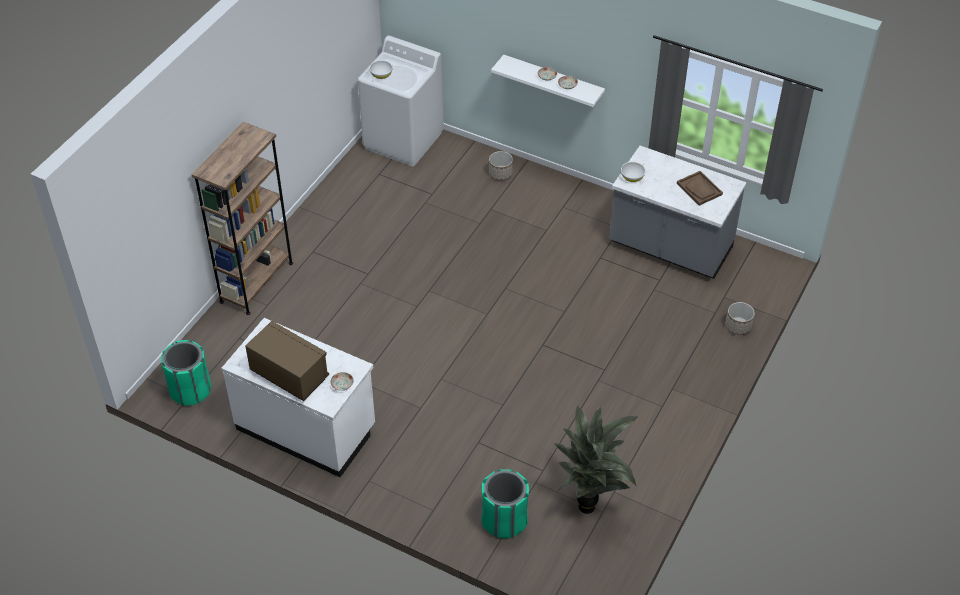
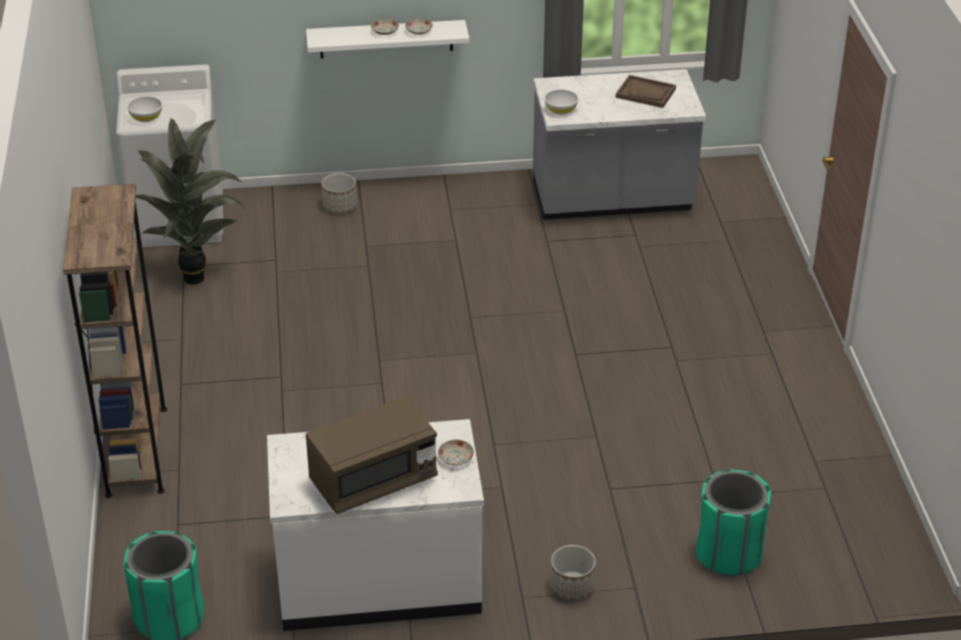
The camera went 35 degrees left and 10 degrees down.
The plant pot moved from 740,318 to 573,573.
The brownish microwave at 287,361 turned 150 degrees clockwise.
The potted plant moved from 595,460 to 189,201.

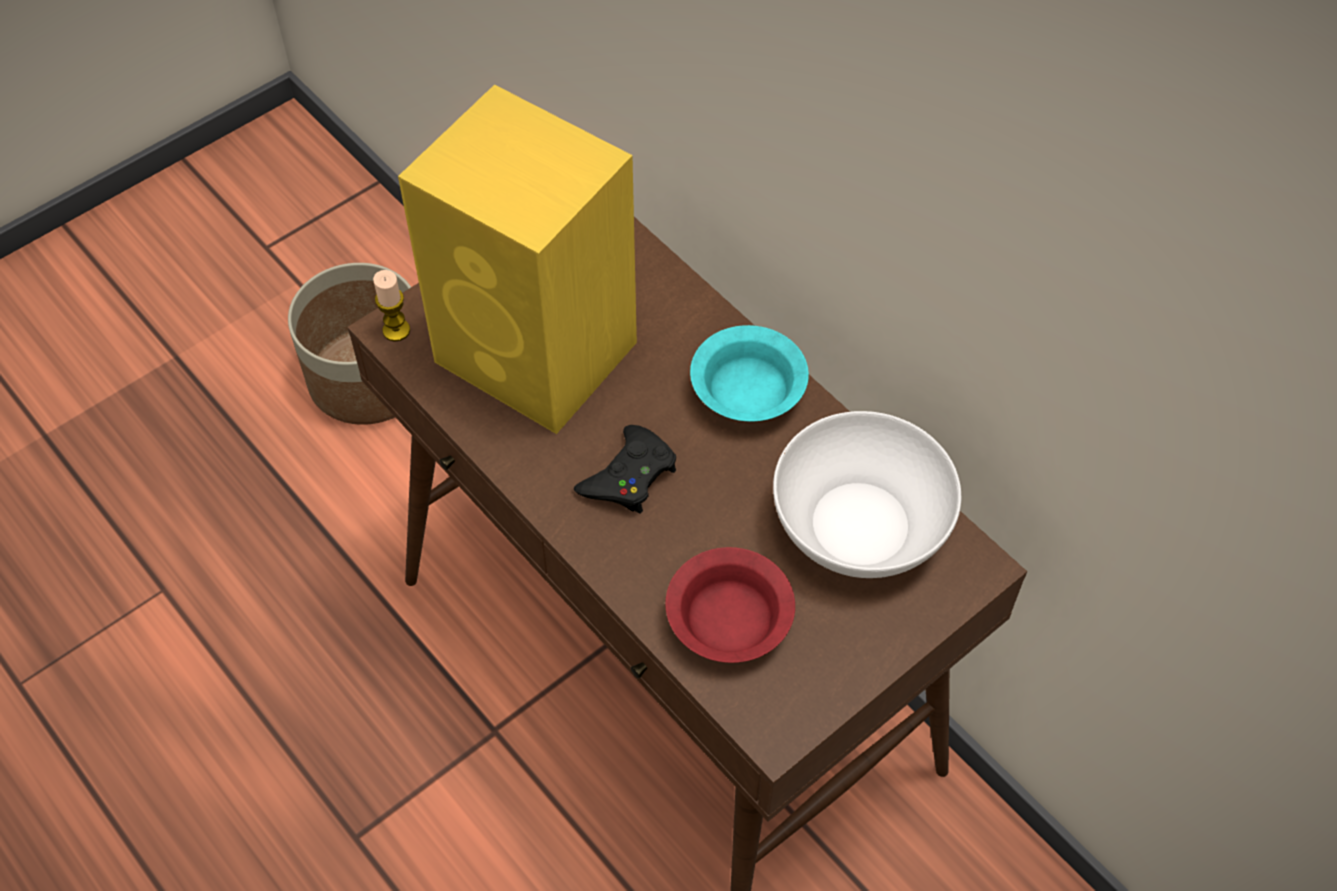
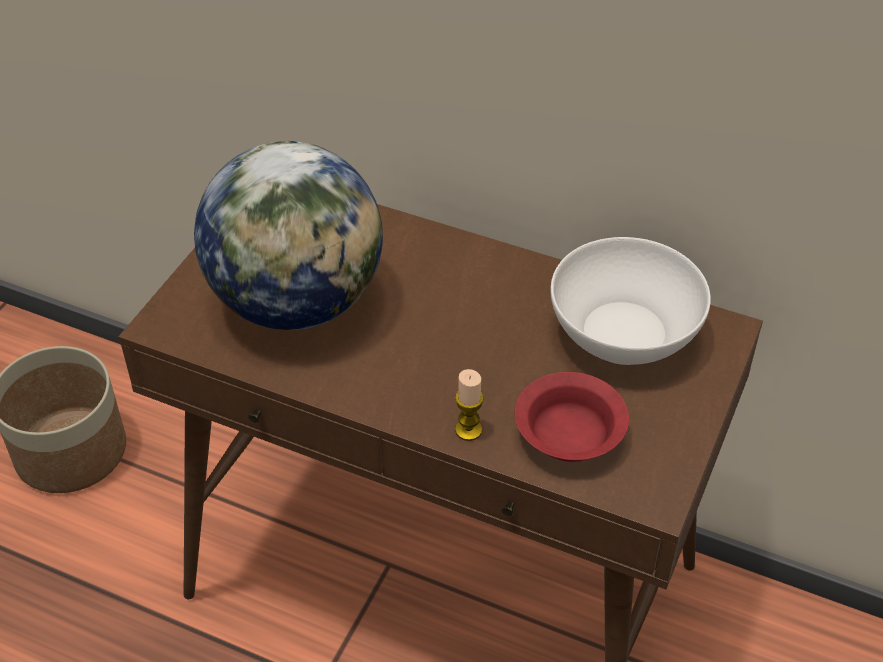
The camera went 25 degrees left and 10 degrees down.
The yellowish audio speaker at 517,259 was replaced by the world globe at 288,235.
The wax candle moved from 391,306 to 469,405.
The blue-green deep dish at 749,373 disappeared.
The black-coloured gamepad at 625,469 disappeared.

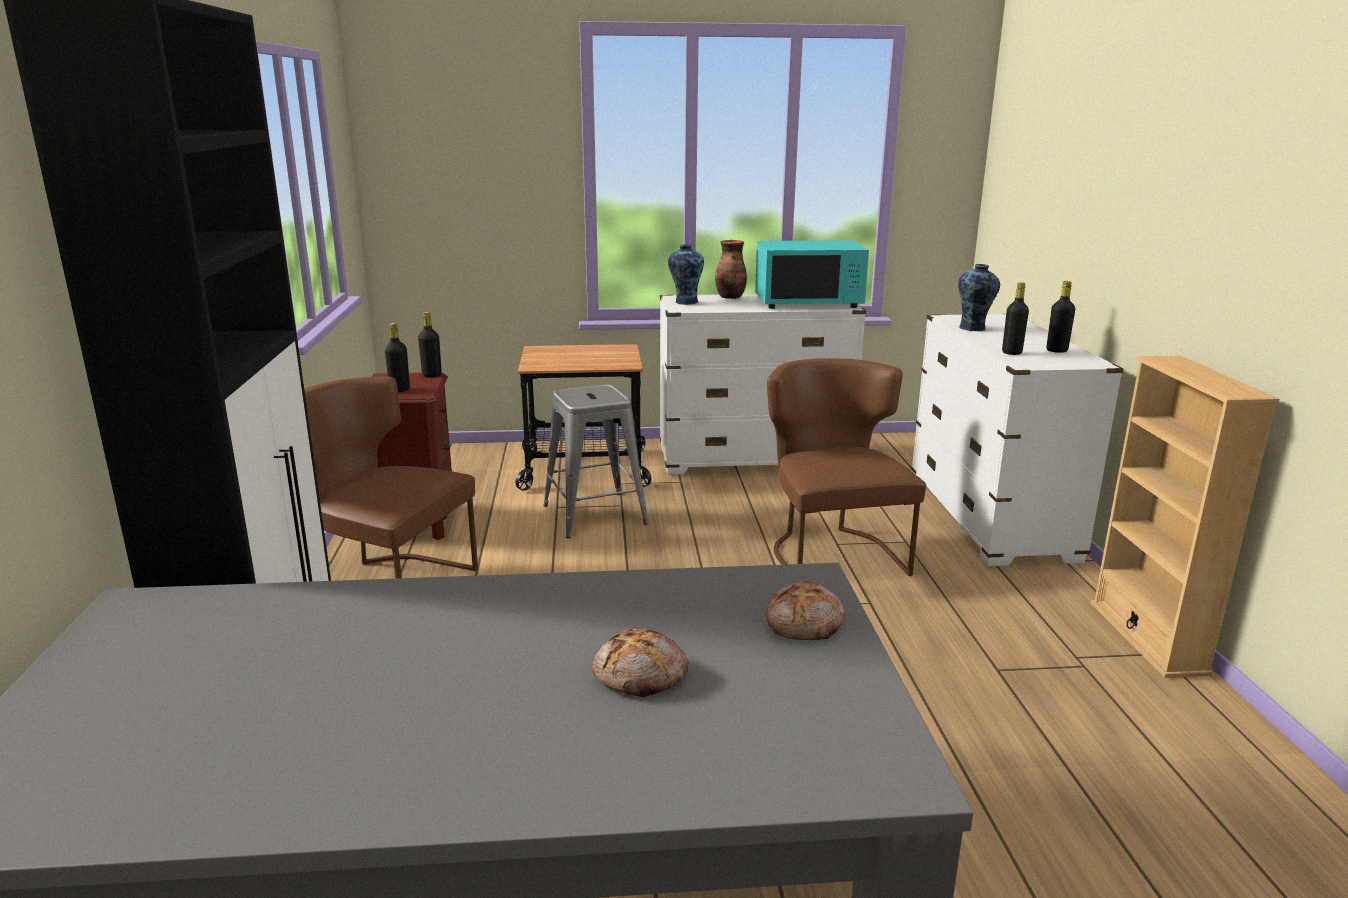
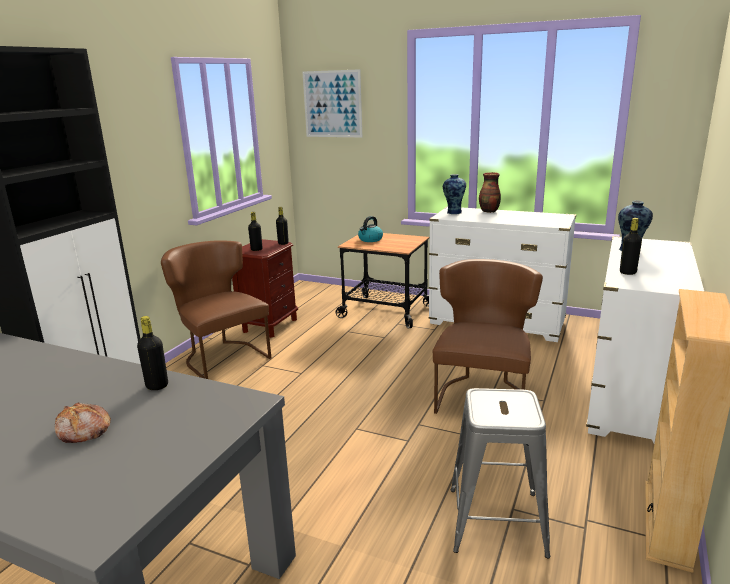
The camera went 30 degrees right and 0 degrees up.
The blue-green microwave at 812,274 disappeared.
The black-coloured bottle moved from 1060,317 to 152,353.
The greyish stool moved from 595,461 to 500,473.
The baked bread at 805,610 disappeared.
The picture at 332,103 appeared.
The tea kettle at 370,229 appeared.

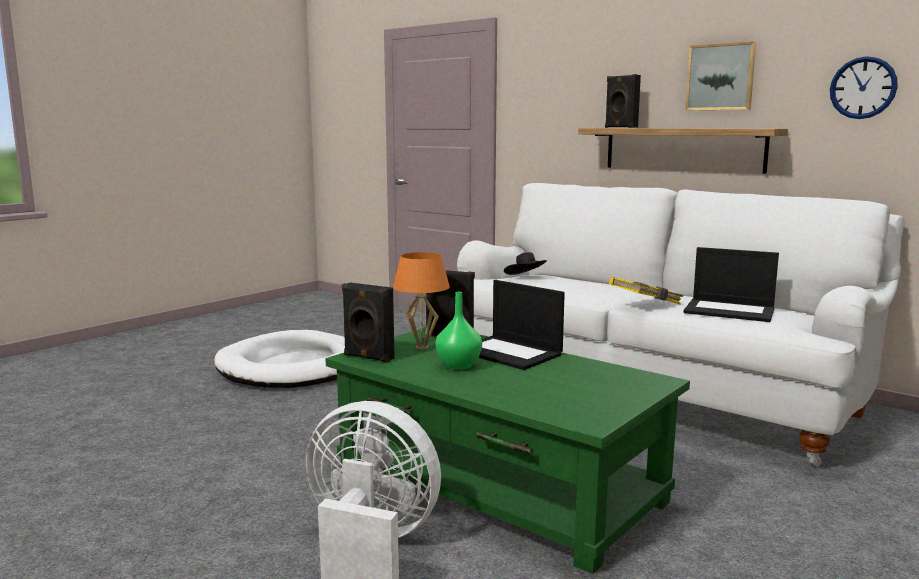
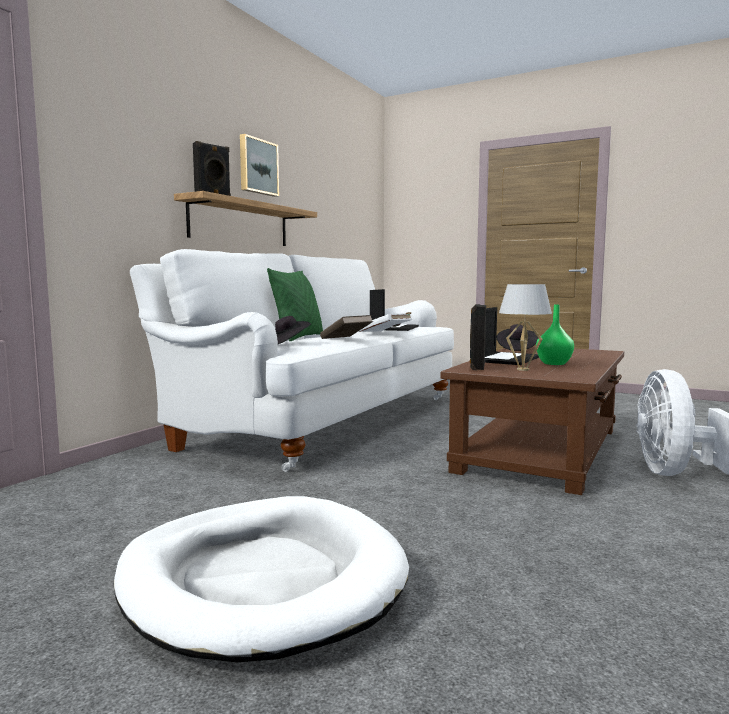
The camera went 100 degrees left and 5 degrees down.
The wall clock at 864,87 disappeared.
The orange-coloured tabletop lamp at 421,301 became the white tabletop lamp at 525,327.
The yellowish bound book at 646,291 became the white bound book at 385,322.
The black-coloured audio speaker at 368,323 disappeared.
The green low table at 507,450 became the brownish low table at 532,420.
The green pillow at 295,304 appeared.
The brownish bound book at 346,327 appeared.
The black-coloured clothing hat at 517,337 appeared.

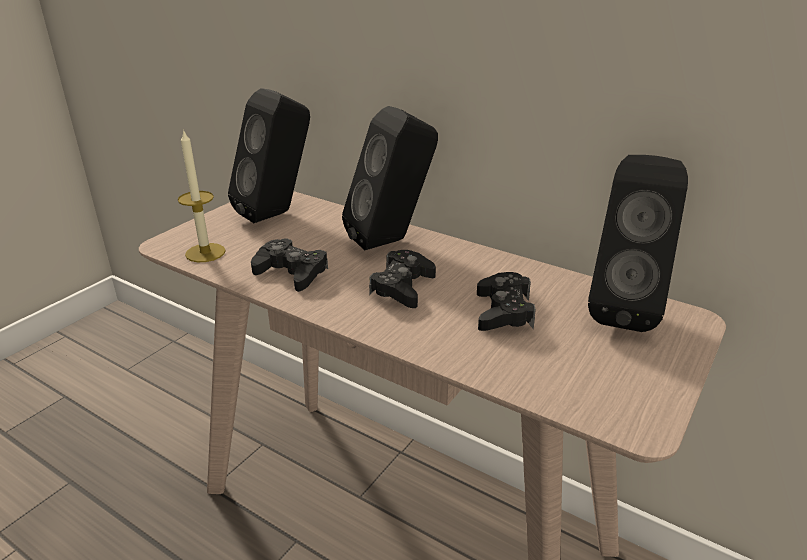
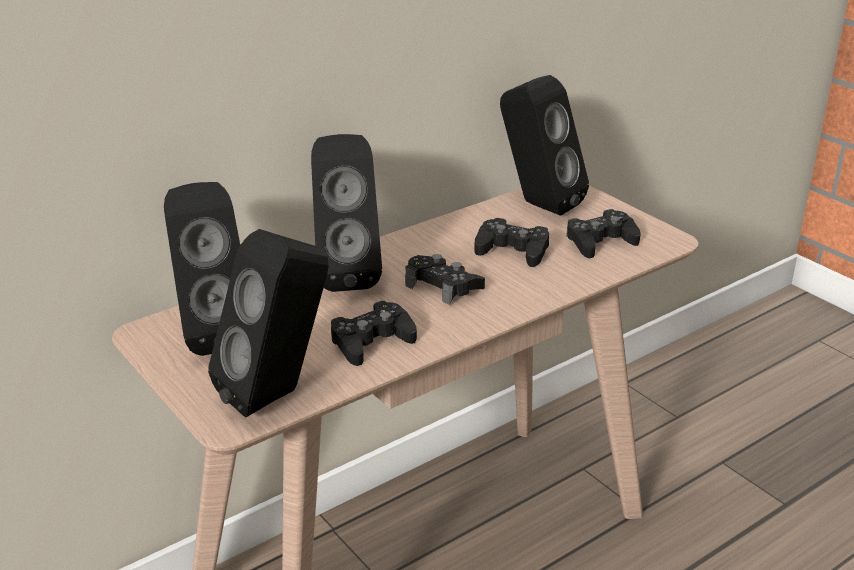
The camera went 70 degrees left and 0 degrees up.
The wax candle at 202,195 was replaced by the black-coloured audio speaker at 268,323.
The black-coloured gamepad at 603,234 appeared.

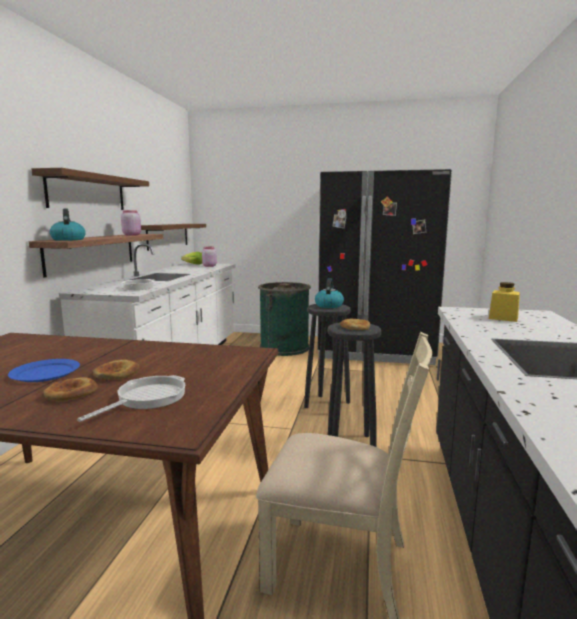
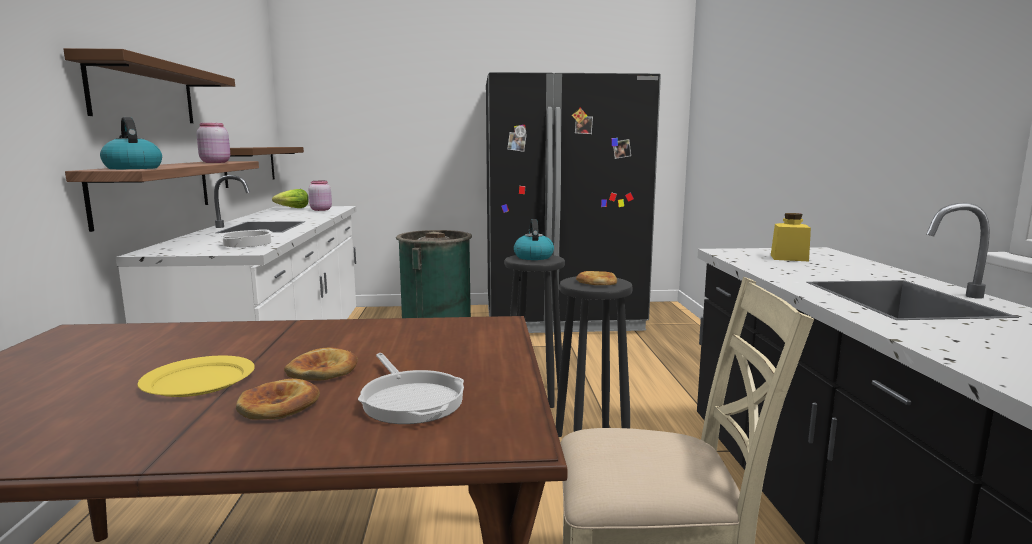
The camera went 15 degrees left and 0 degrees up.
The blue-coloured flat dish at 44,370 became the yellowish flat dish at 196,376.
The frying pan at 131,398 turned 135 degrees clockwise.

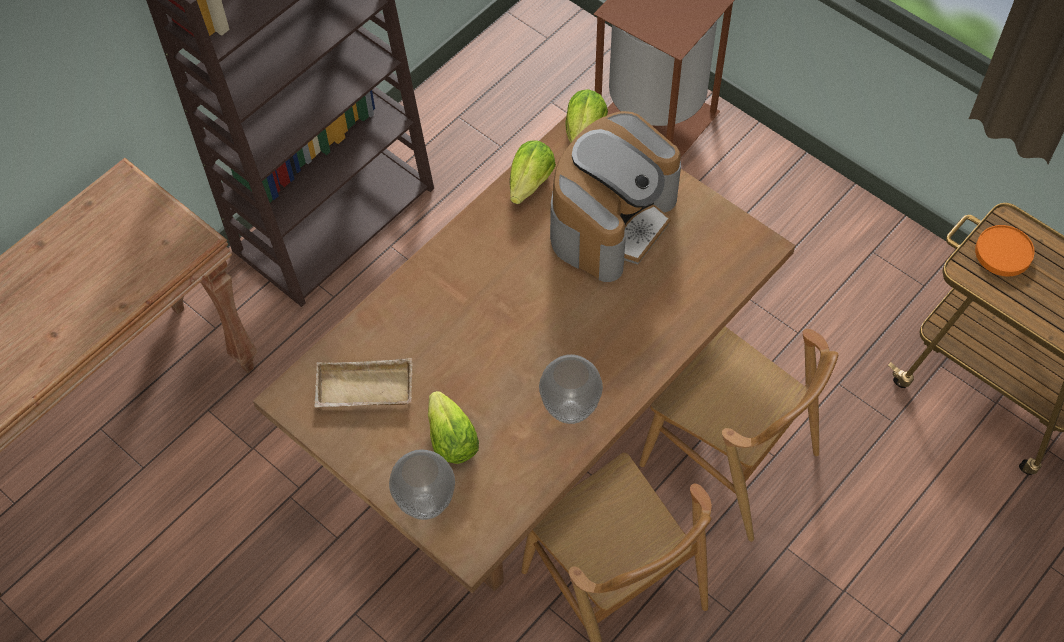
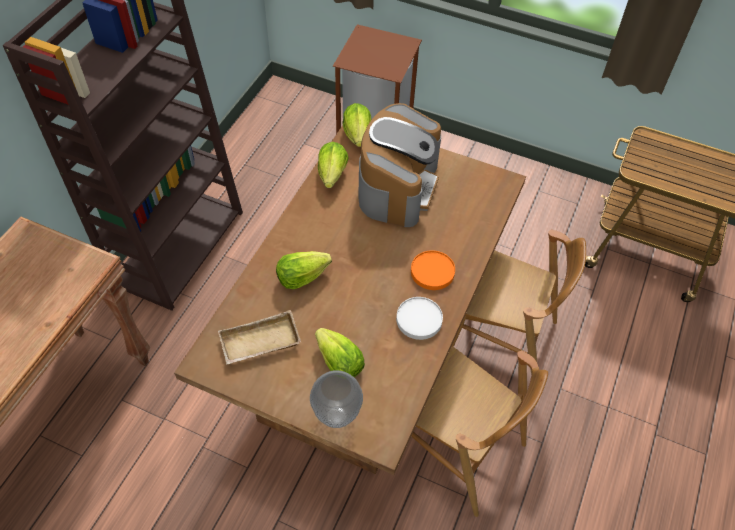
The camera went 20 degrees left and 5 degrees down.
The orange-coloured flat dish moved from 1004,250 to 433,270.
The flower vase at 571,389 was replaced by the white flat dish at 419,318.
The lettuce at 304,270 appeared.

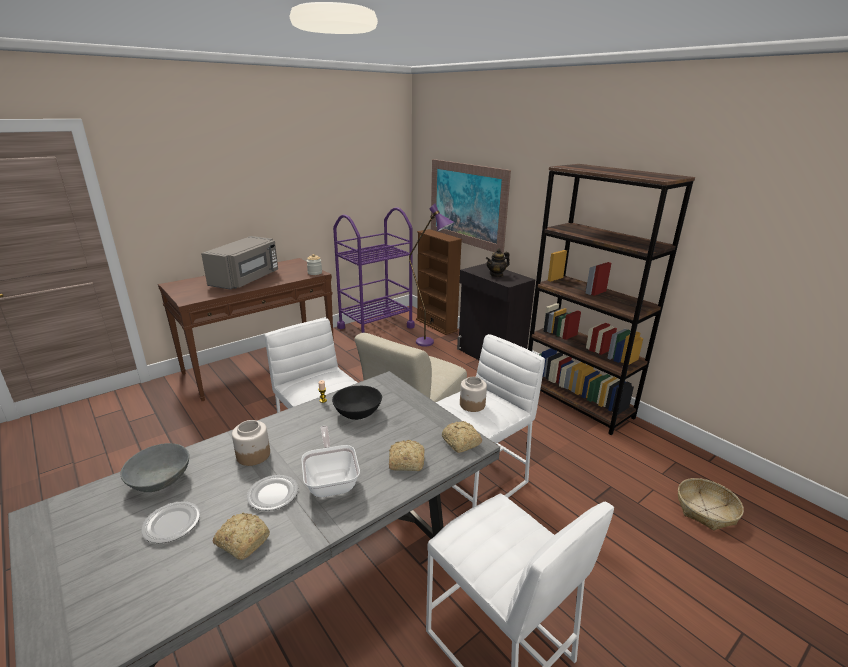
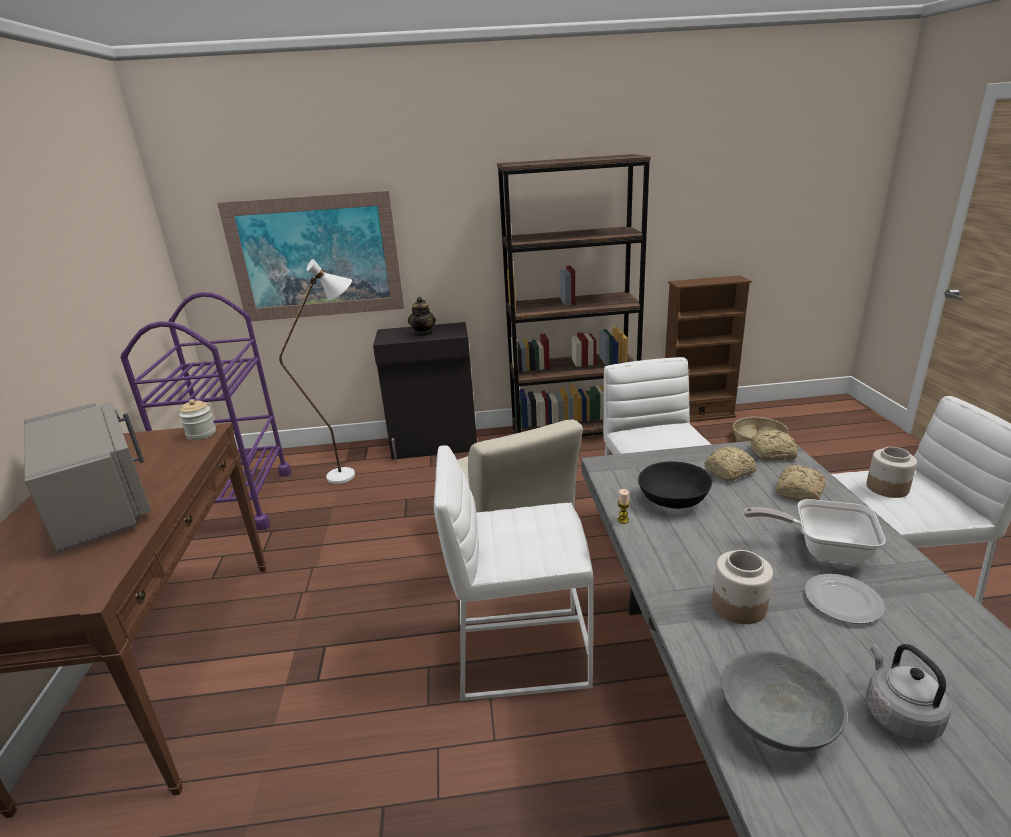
The camera went 55 degrees left and 0 degrees up.
The purplish floor lamp at 432,275 became the white floor lamp at 317,371.
The brownish shelving unit moved from 439,282 to 708,348.
The jar moved from 473,394 to 891,472.
The flat dish at 170,522 was replaced by the greyish tea kettle at 908,693.
The baked bread moved from 241,536 to 730,463.

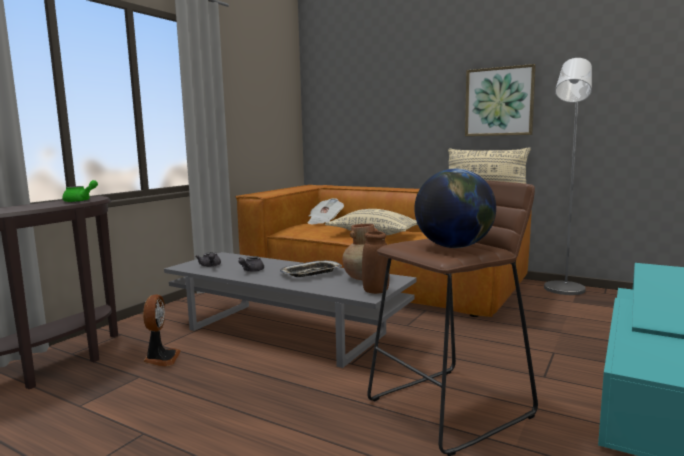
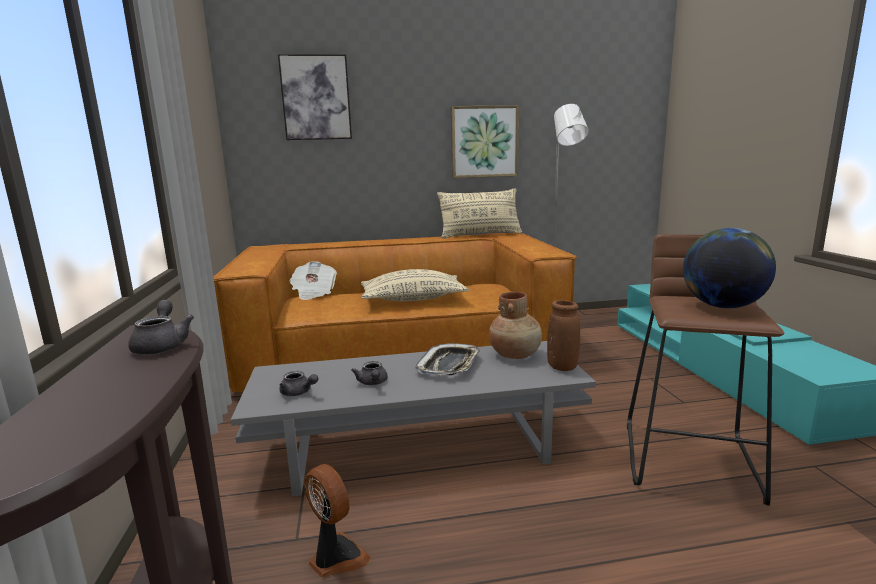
The camera went 40 degrees left and 5 degrees up.
The green pot for tea at 80,191 became the greyish pot for tea at 161,327.
The picture at 315,97 appeared.

